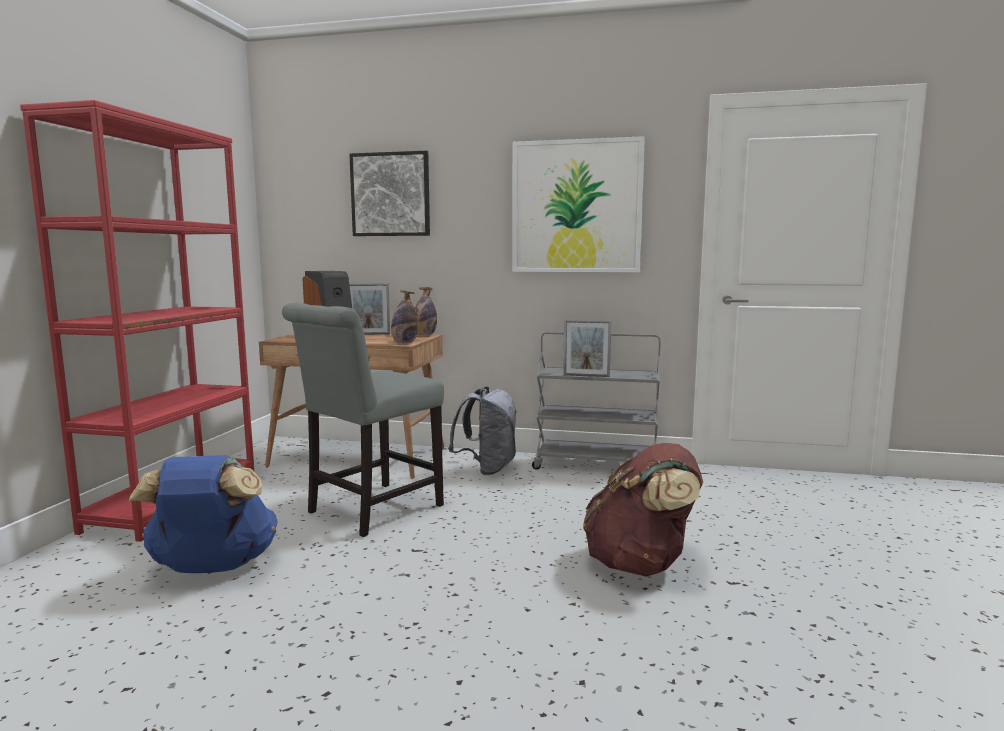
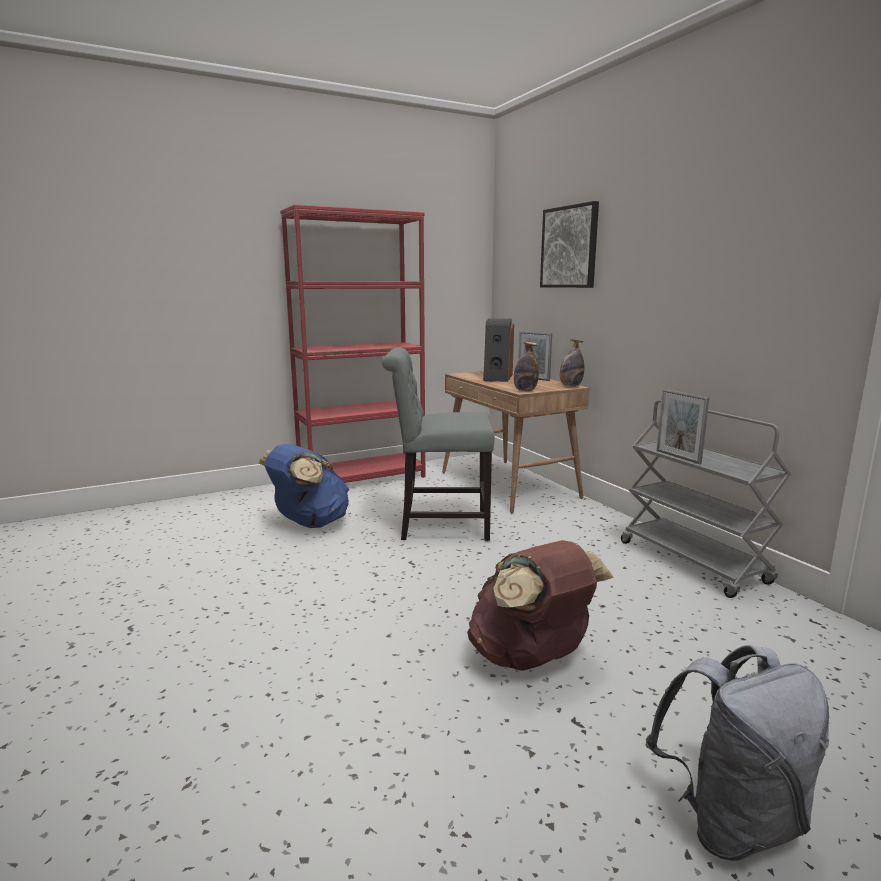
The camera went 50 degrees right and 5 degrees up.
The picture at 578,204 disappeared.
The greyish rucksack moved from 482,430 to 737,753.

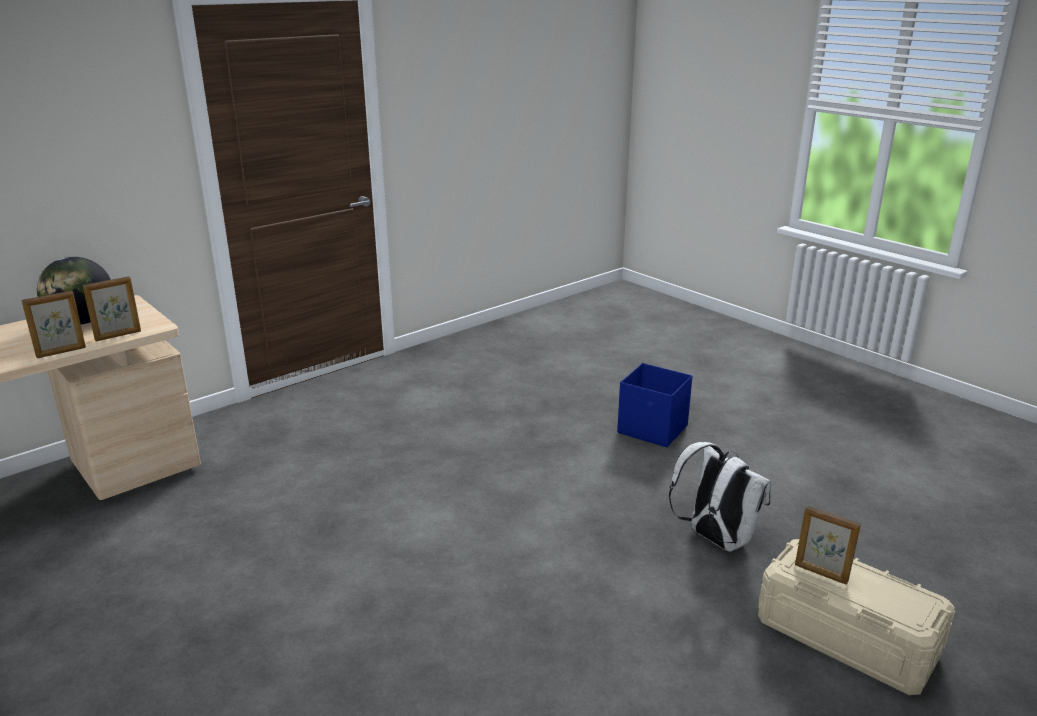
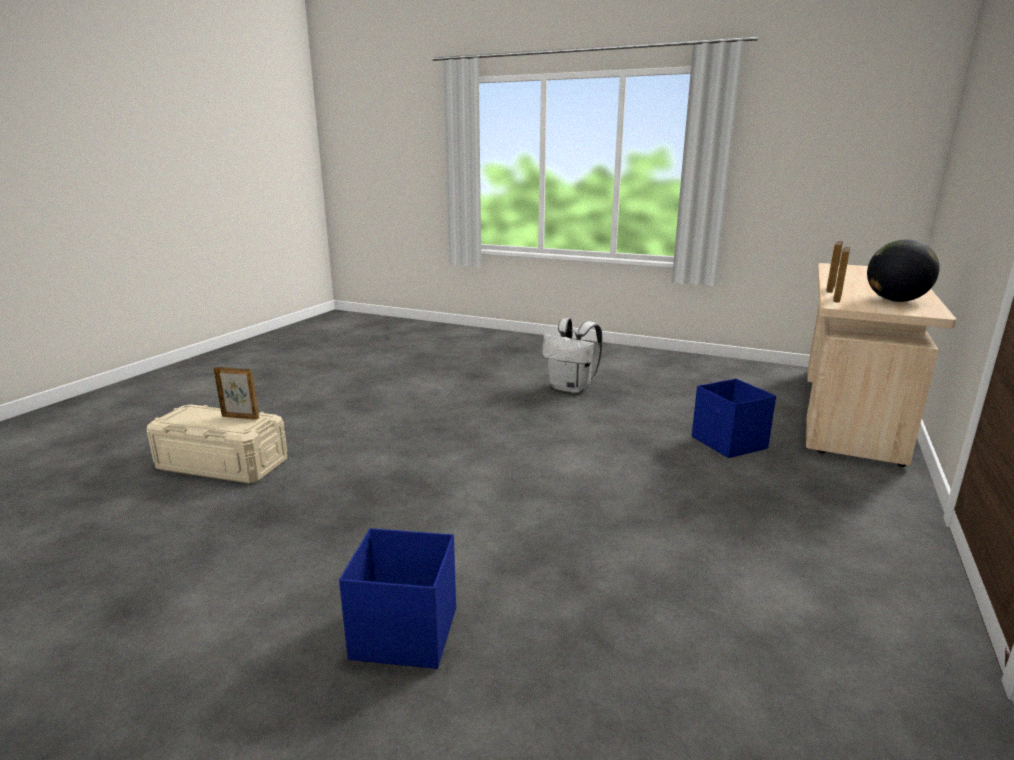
The camera went 155 degrees right and 5 degrees down.
The white rucksack moved from 720,497 to 572,355.
The blue-coloured storage bin at 734,418 appeared.

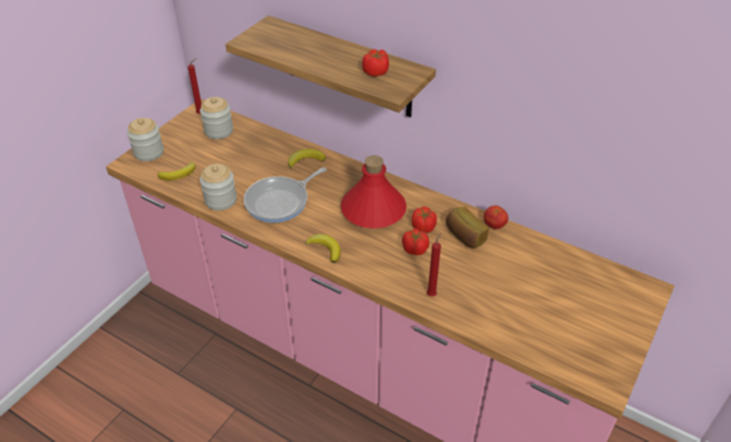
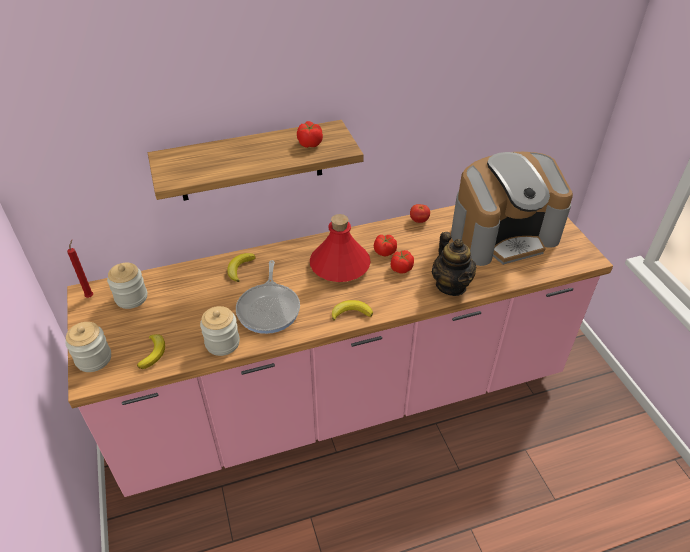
The camera went 50 degrees left and 0 degrees up.
The baked bread at 467,228 disappeared.
The red wax candle at 434,264 was replaced by the pot for tea at 454,264.
The coffee brewer at 512,209 appeared.

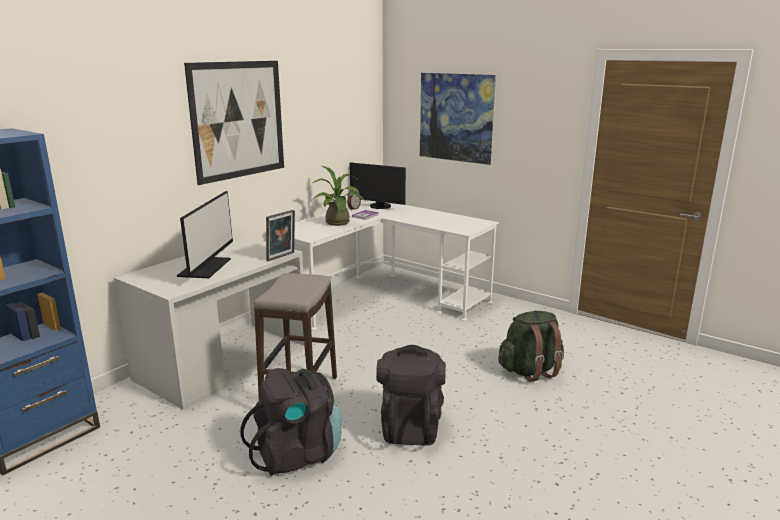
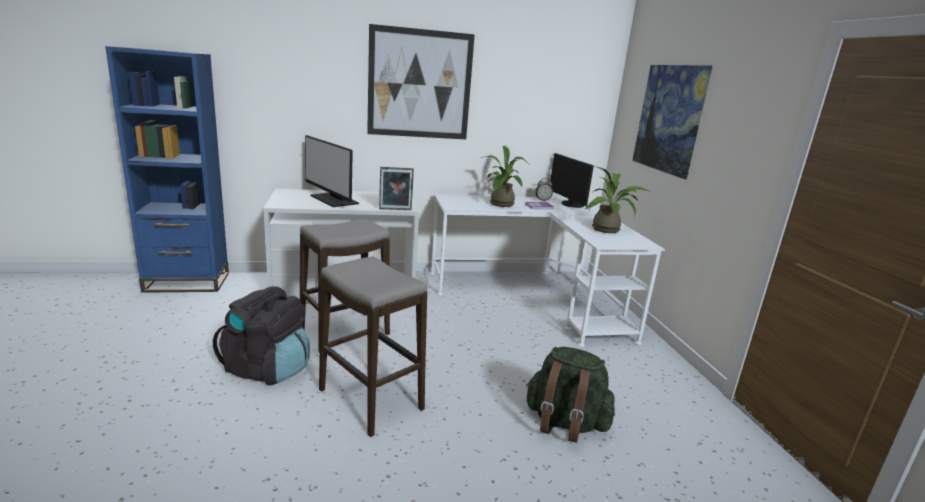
The camera went 40 degrees right and 0 degrees up.
The computer display at 205,234 turned 90 degrees clockwise.
The black-coloured rucksack at 411,395 was replaced by the stool at 373,346.
The potted plant at 617,199 appeared.

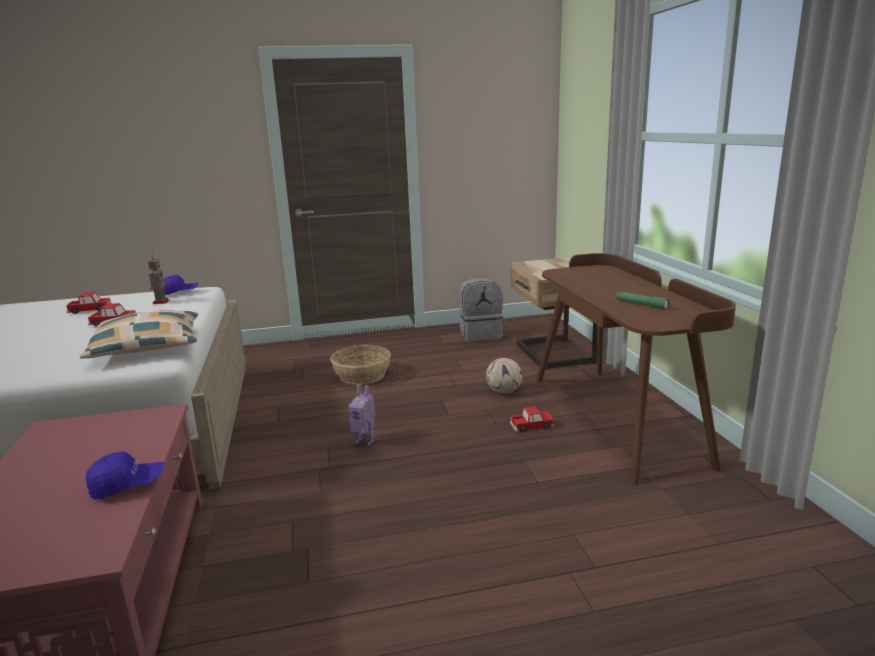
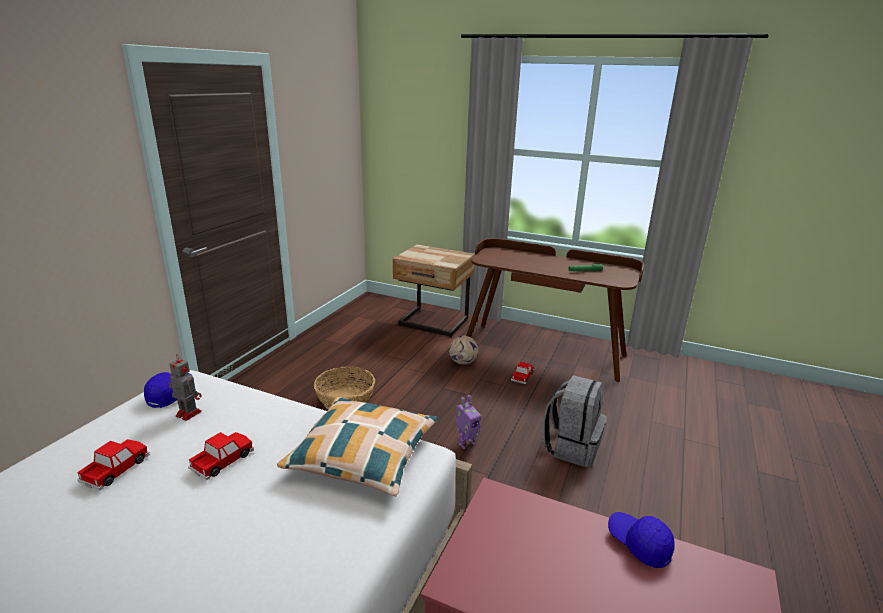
The camera went 55 degrees left and 5 degrees up.
The greyish rucksack moved from 481,309 to 574,421.
The blue-coloured baseball cap at 125,475 turned 60 degrees counterclockwise.

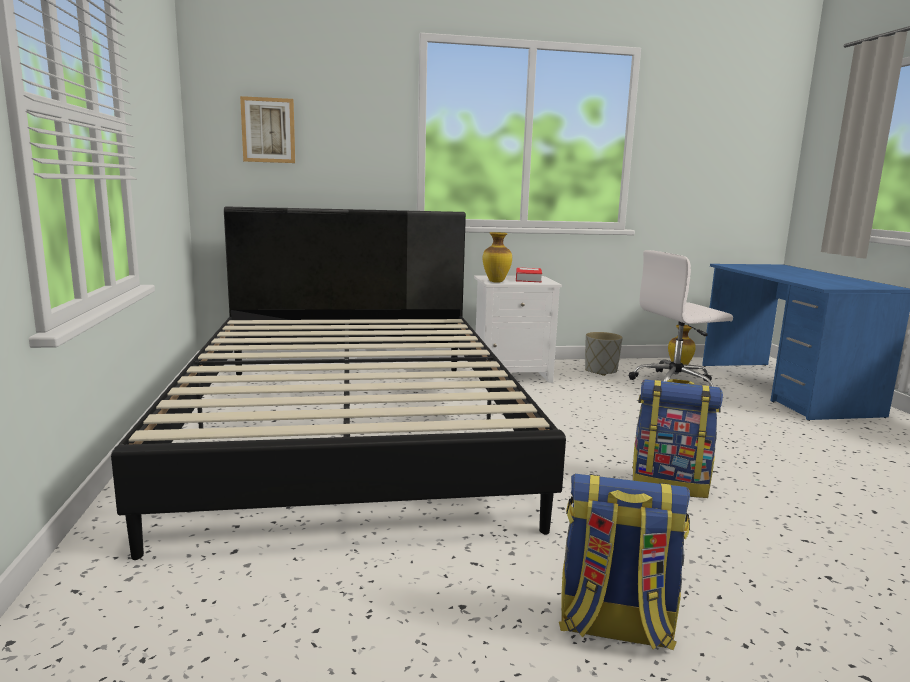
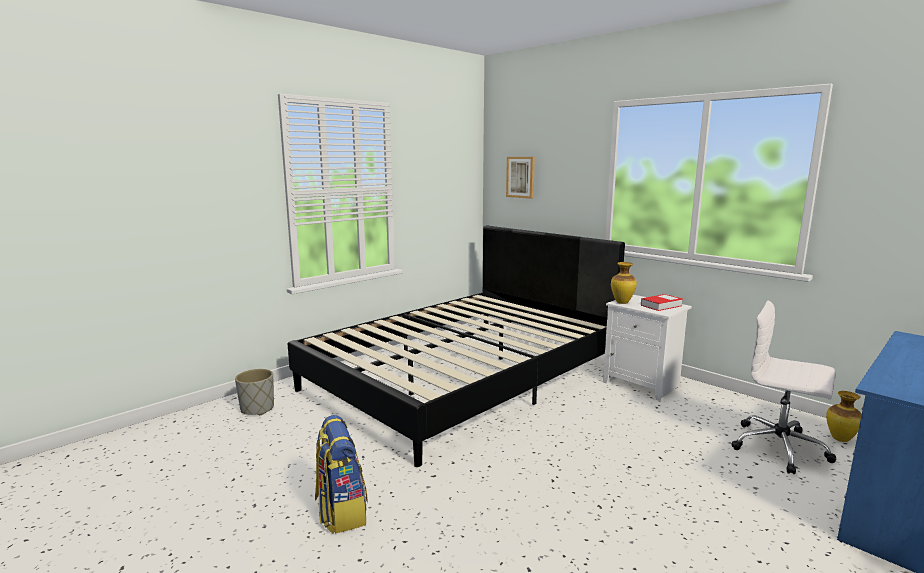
The camera went 55 degrees right and 0 degrees up.
The greyish plant pot moved from 603,354 to 254,392.
The rucksack at 677,438 disappeared.

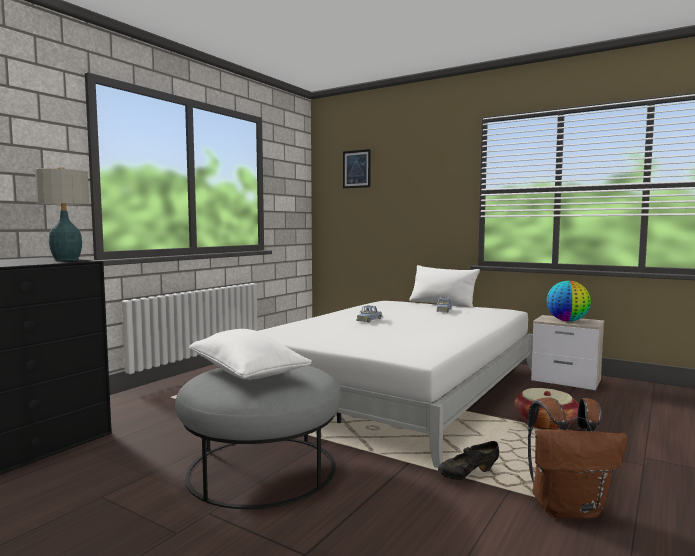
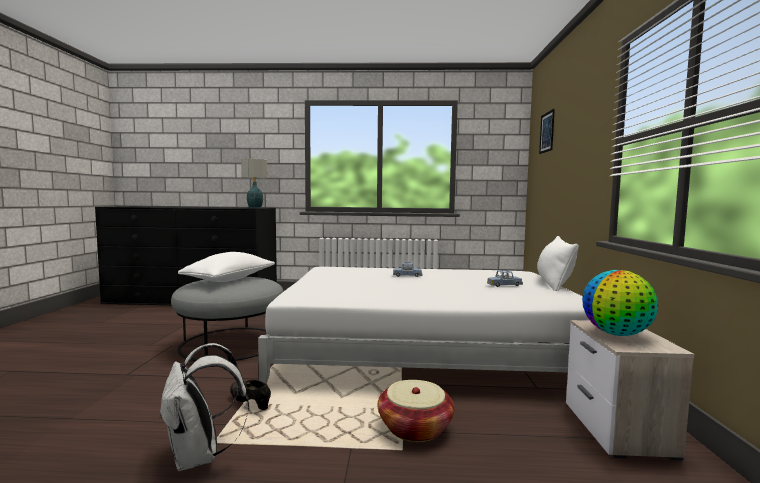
The camera went 60 degrees right and 0 degrees up.
The brownish rucksack at 577,458 became the white rucksack at 204,407.

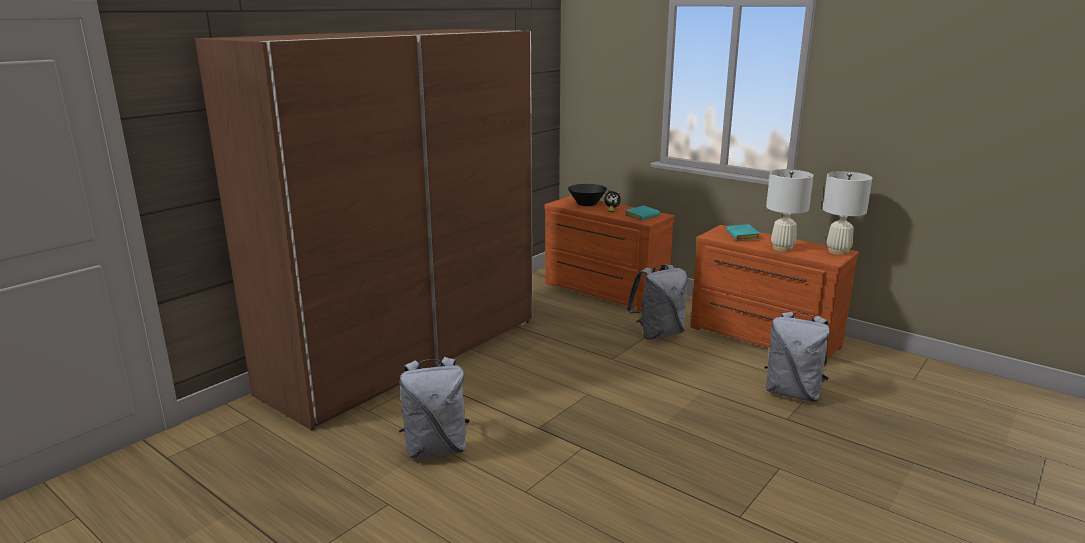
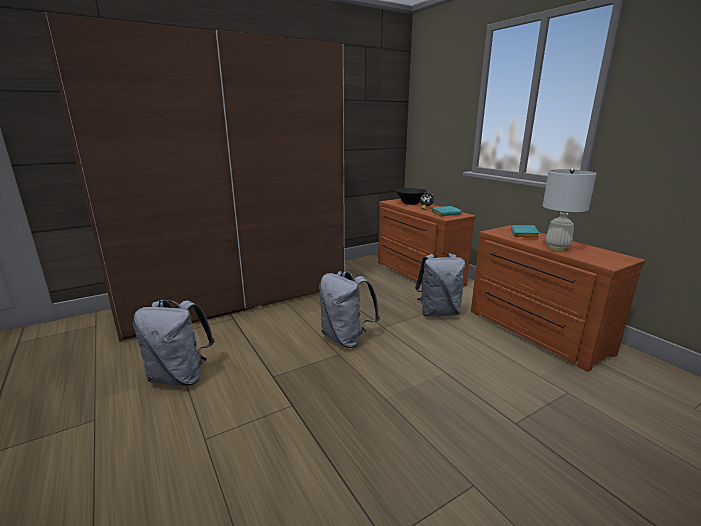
The camera went 20 degrees right and 0 degrees up.
The white tabletop lamp at 847,213 disappeared.
The greyish rucksack moved from 797,356 to 349,309.

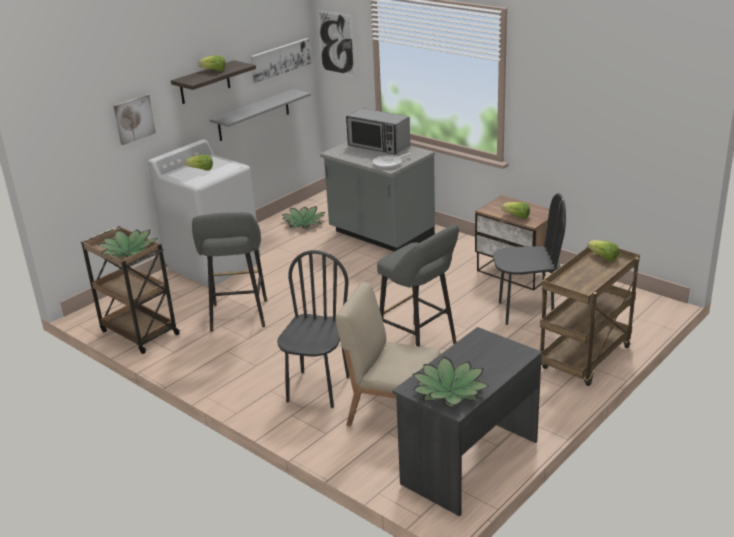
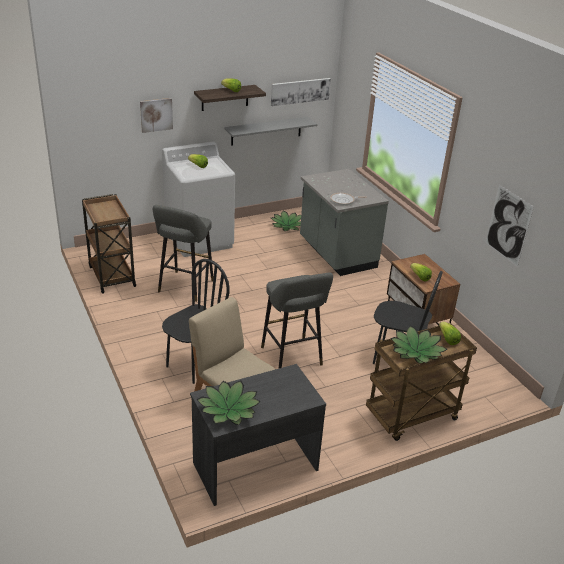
The camera went 20 degrees right and 5 degrees up.
The picture moved from 336,43 to 509,226.
The microwave at 378,131 disappeared.
The potted plant moved from 127,244 to 419,344.

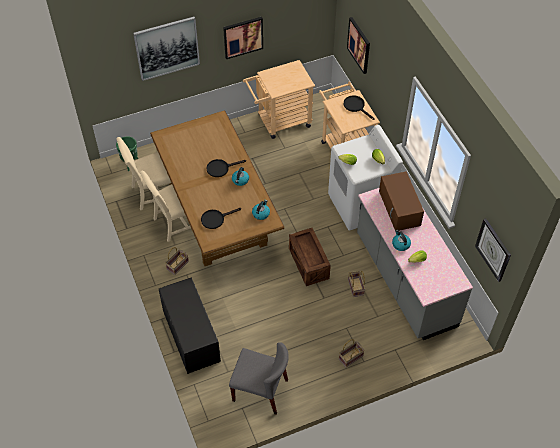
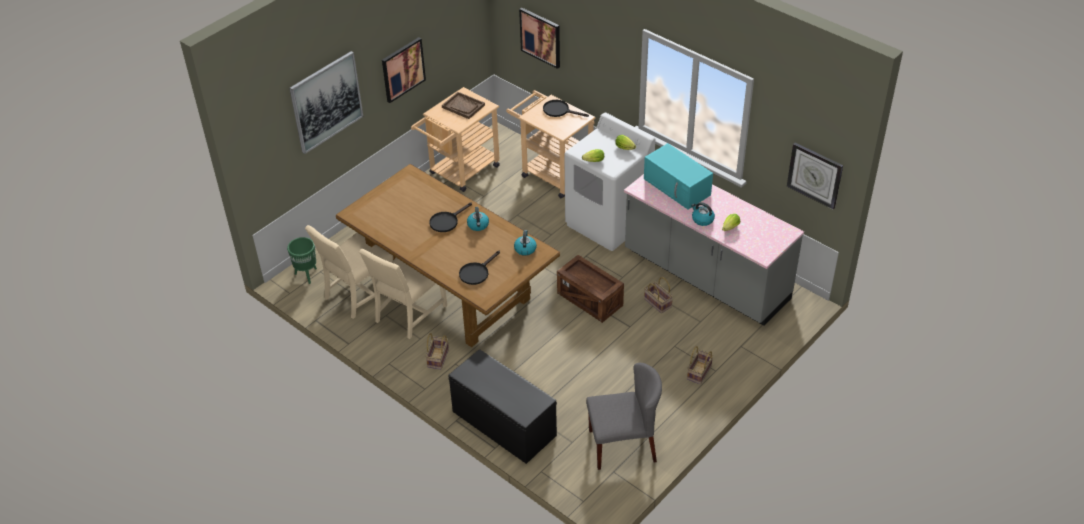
The camera went 25 degrees left and 10 degrees down.
The brownish microwave at 401,201 became the blue-green microwave at 678,176.
The brownish tray at 463,105 appeared.

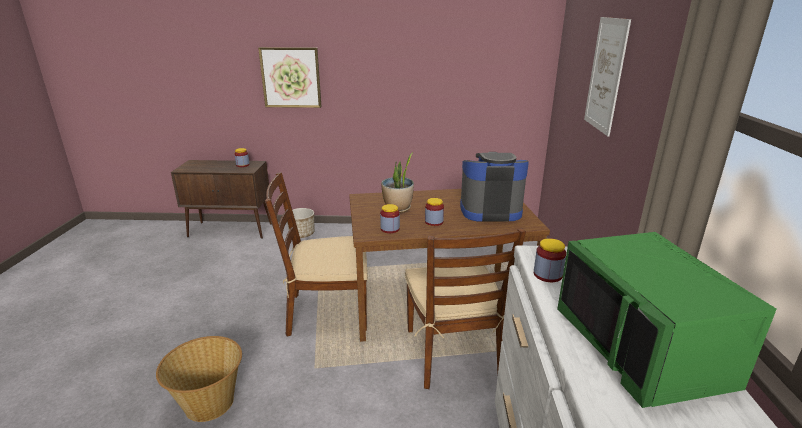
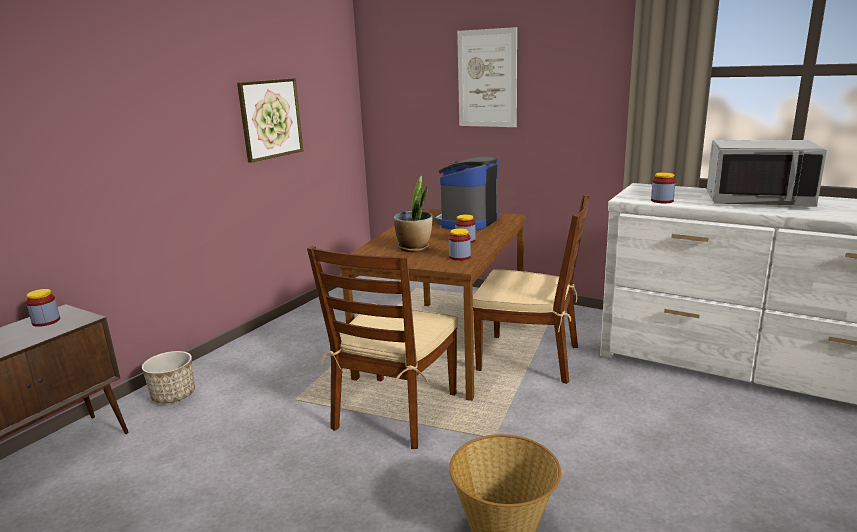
The camera went 60 degrees left and 5 degrees down.
The picture moved from 290,77 to 270,120.
The green microwave at 667,320 became the greyish microwave at 767,173.

